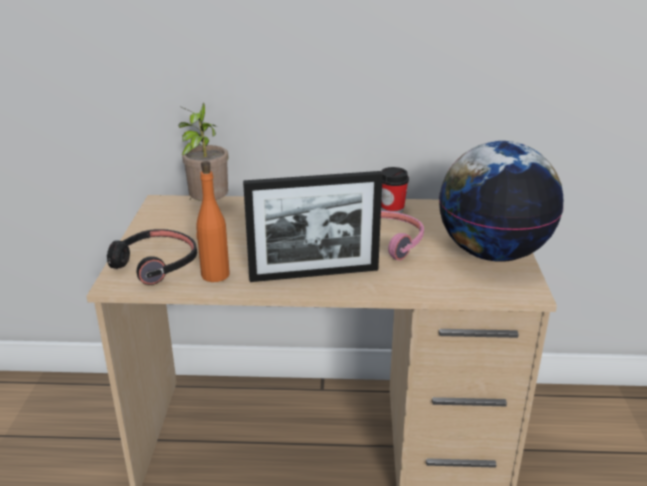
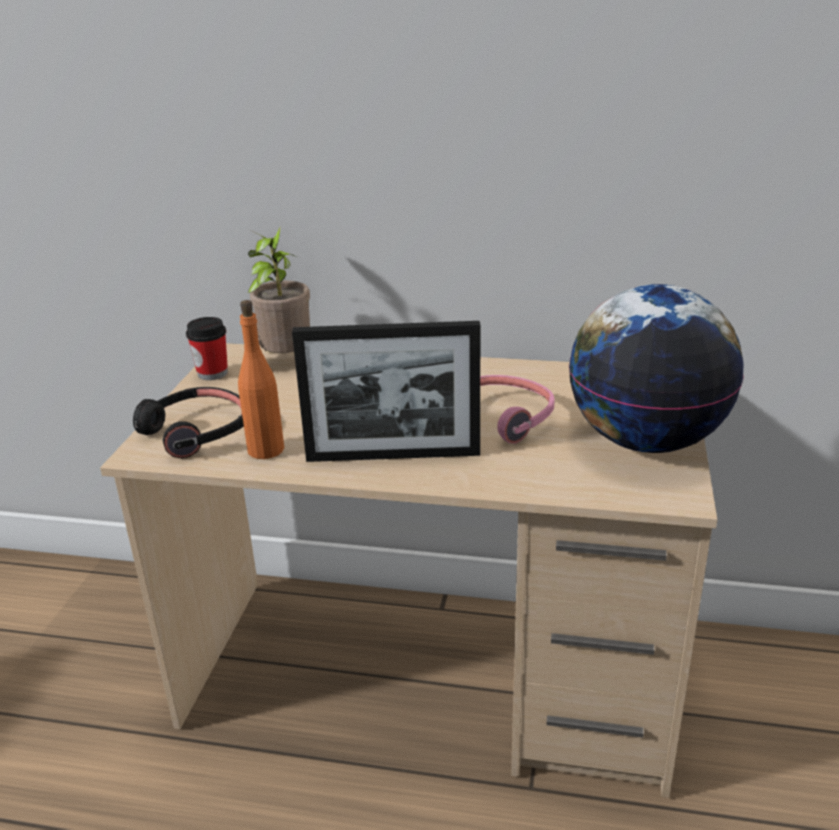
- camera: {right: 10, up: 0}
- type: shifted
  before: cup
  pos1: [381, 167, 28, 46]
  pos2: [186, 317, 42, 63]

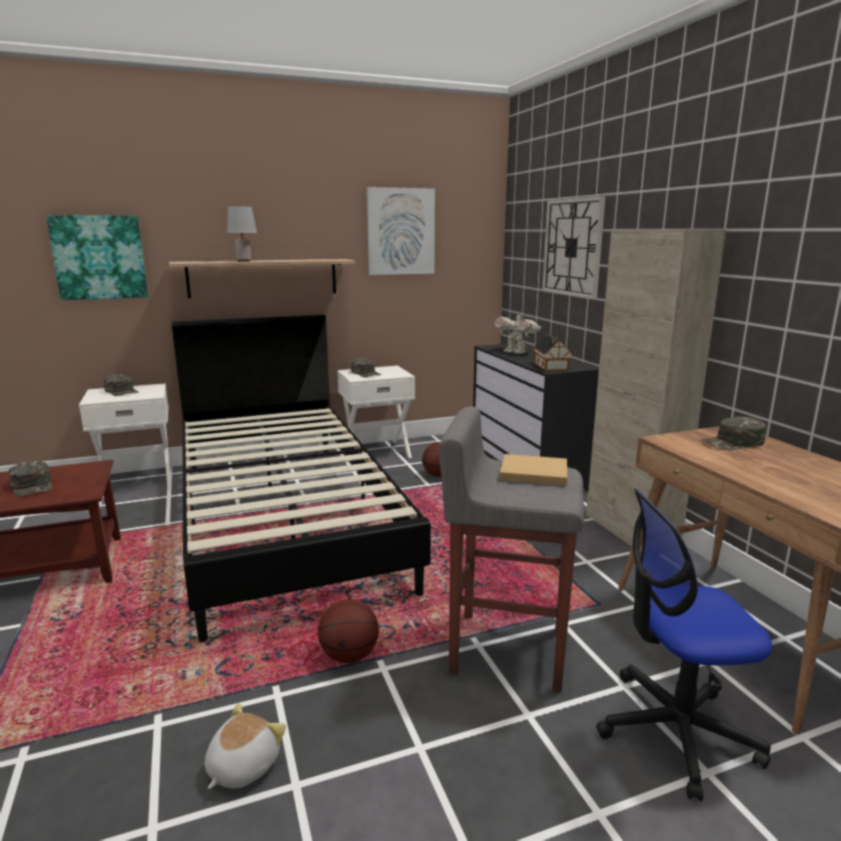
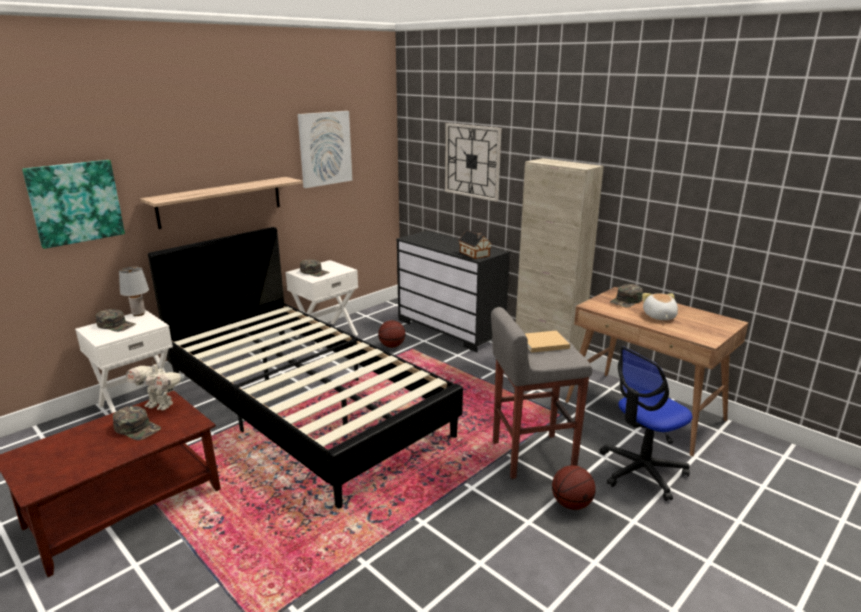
- camera: {right: -25, up: 5}
- type: shifted
  before: gray lamp for a table
  pos1: [227, 207, 30, 55]
  pos2: [119, 267, 30, 49]
- type: shifted
  before: model robot
  pos1: [495, 311, 46, 43]
  pos2: [126, 360, 59, 50]
- type: shifted
  before: ball for basketball
  pos1: [318, 599, 61, 64]
  pos2: [552, 465, 44, 45]
- type: shifted
  before: soft toy
  pos1: [205, 703, 81, 86]
  pos2: [642, 293, 36, 27]

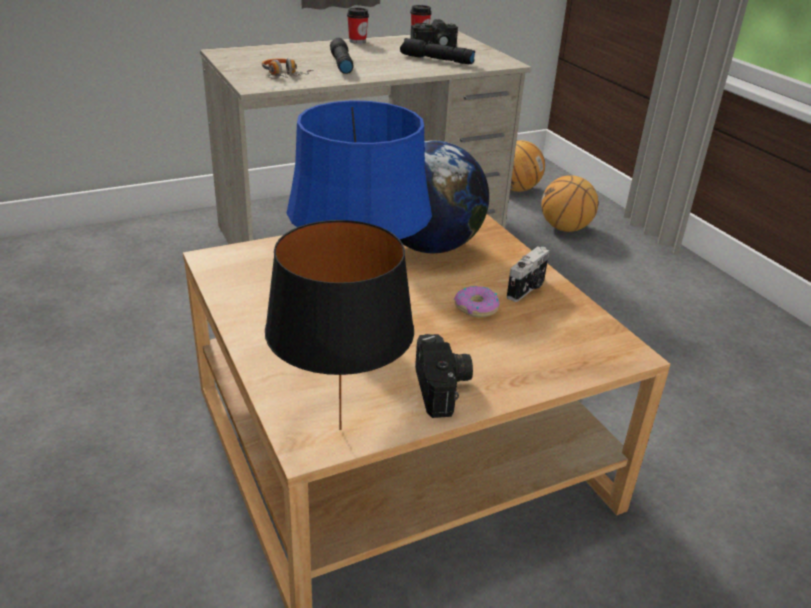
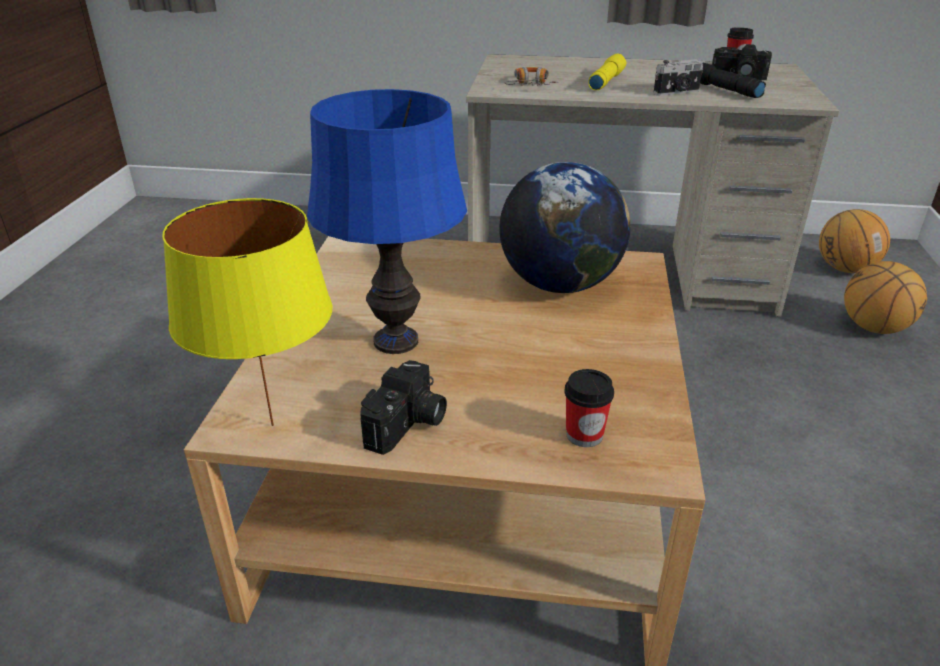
- camera: {right: 35, up: 0}
- type: shifted
  before: cup
  pos1: [347, 8, 22, 36]
  pos2: [564, 369, 50, 78]
- type: repainted
  before: blackish torch
  after: yellow torch
  pos1: [330, 38, 23, 36]
  pos2: [589, 54, 38, 36]
- type: repainted
  before: blackish lamp for a table
  after: yellow lamp for a table
  pos1: [265, 220, 149, 210]
  pos2: [162, 198, 171, 228]
- type: shifted
  before: photo camera
  pos1: [507, 247, 42, 55]
  pos2: [653, 59, 50, 37]
- type: gone
  before: ring doughnut
  pos1: [454, 286, 46, 31]

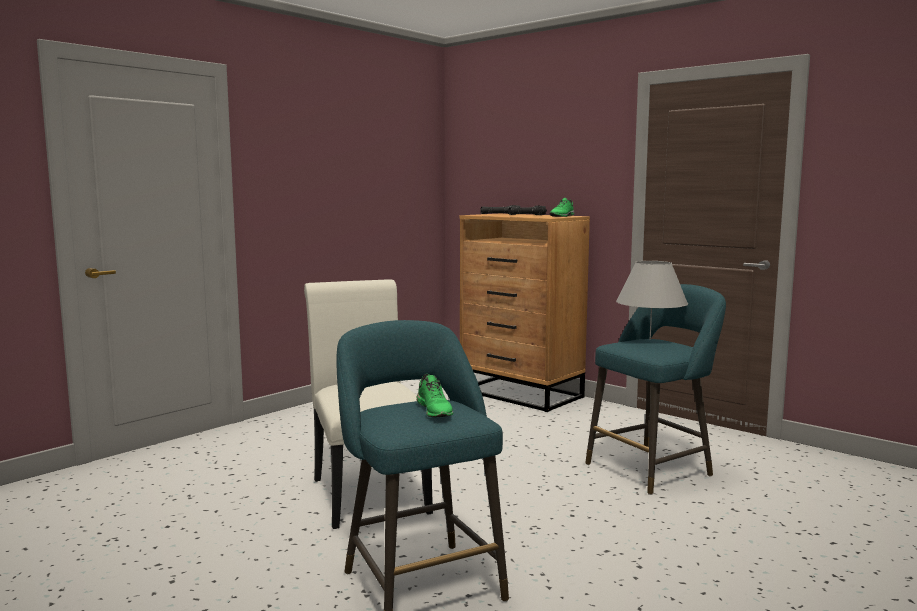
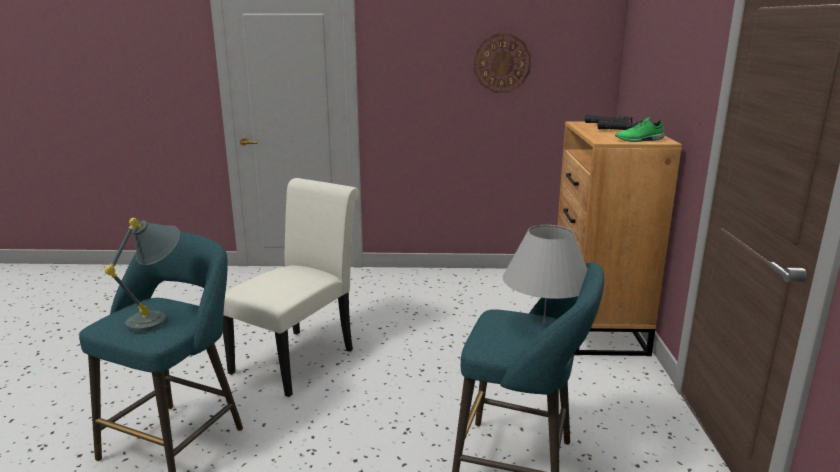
- camera: {right: 50, up: 10}
- type: swapped
  before: greenish low shoe
  after: gray lamp for a table
  pos1: [417, 374, 36, 43]
  pos2: [105, 218, 75, 114]
- type: new
  after: hanging clock
  pos2: [474, 34, 57, 59]

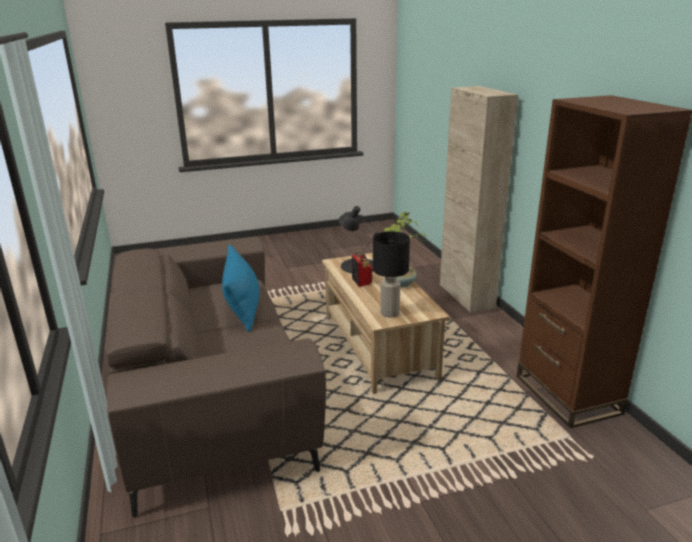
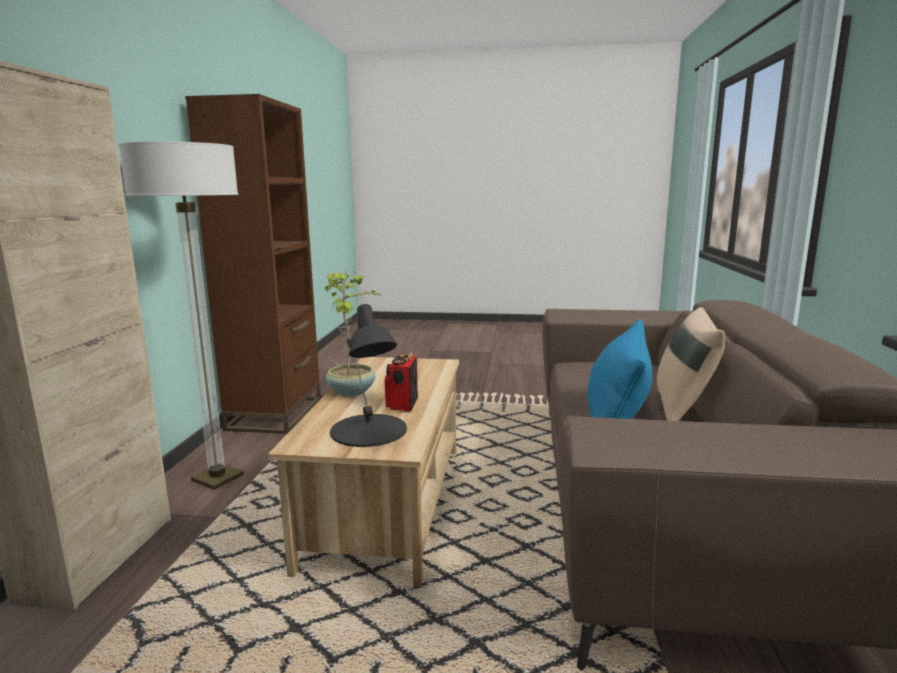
- camera: {right: -155, up: -10}
- type: gone
  before: blackish lamp for a table
  pos1: [373, 231, 37, 86]
- type: new
  after: standing lamp
  pos2: [119, 141, 125, 349]
- type: new
  after: sand-coloured throw pillow
  pos2: [657, 307, 68, 114]

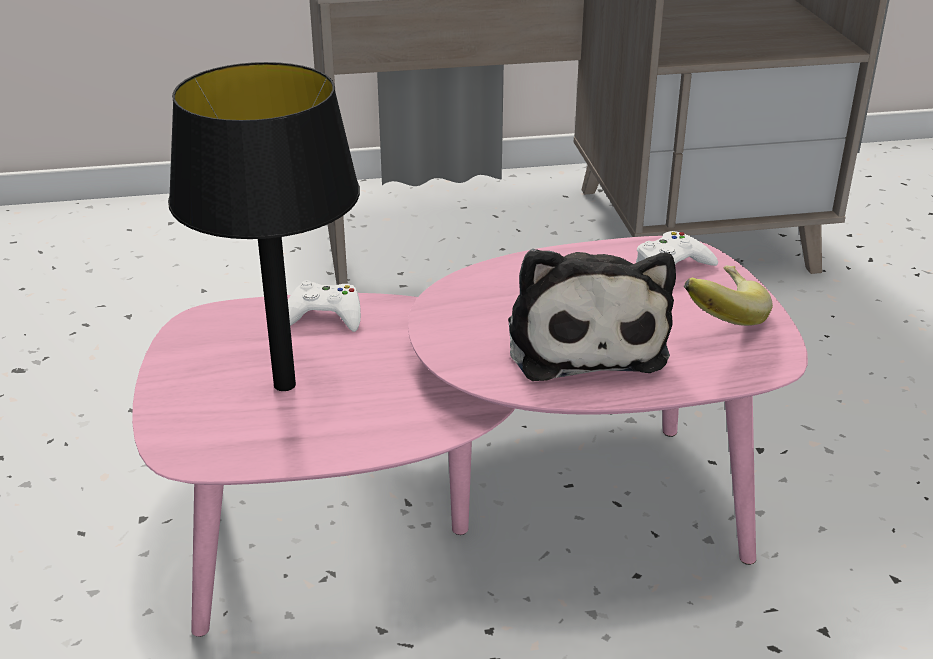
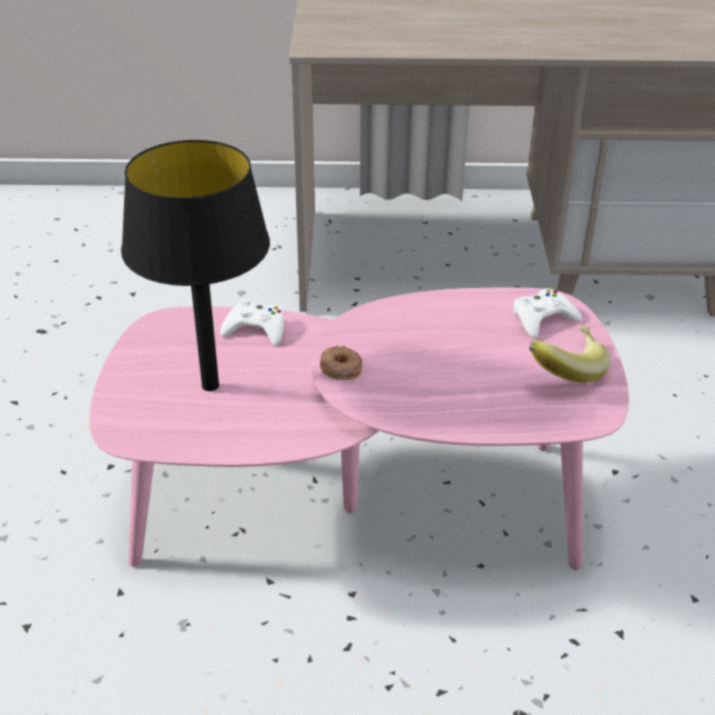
- camera: {right: 10, up: 5}
- type: gone
  before: soft toy
  pos1: [508, 249, 168, 132]
- type: new
  after: ring doughnut
  pos2: [320, 346, 43, 34]

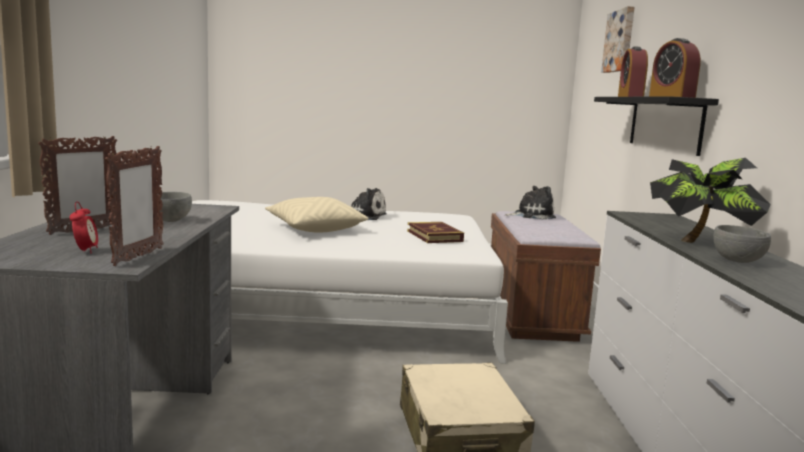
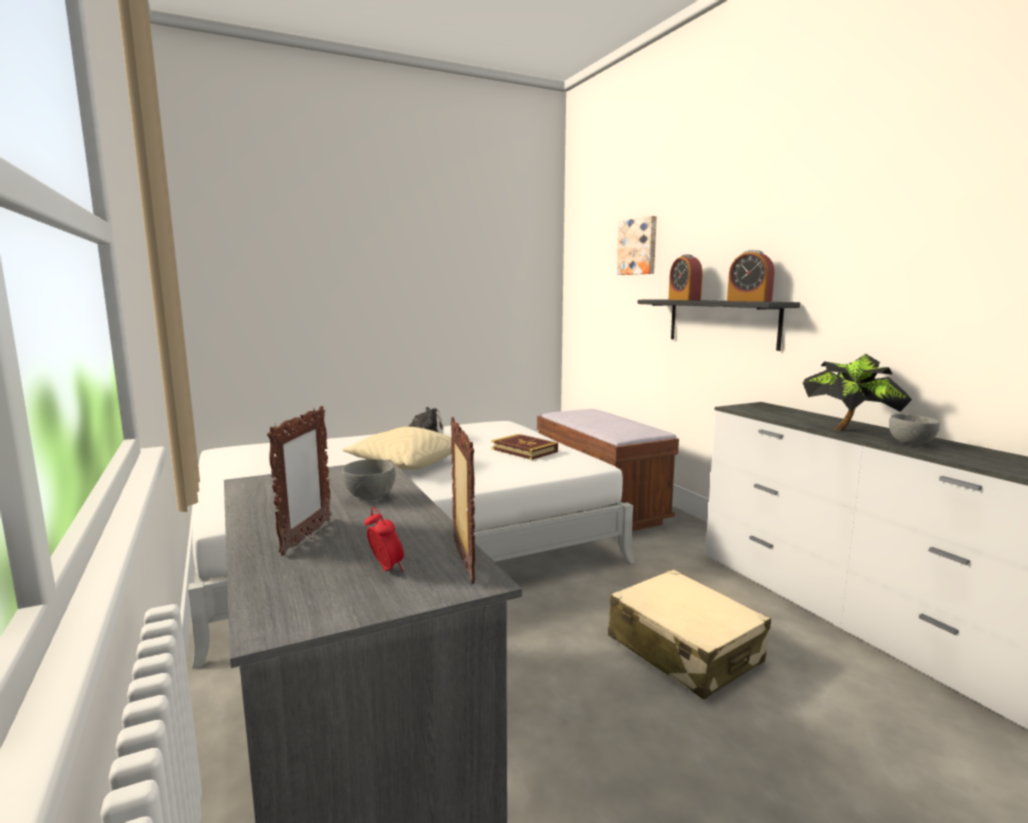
- camera: {right: -25, up: 0}
- type: gone
  before: soft toy
  pos1: [505, 186, 51, 34]

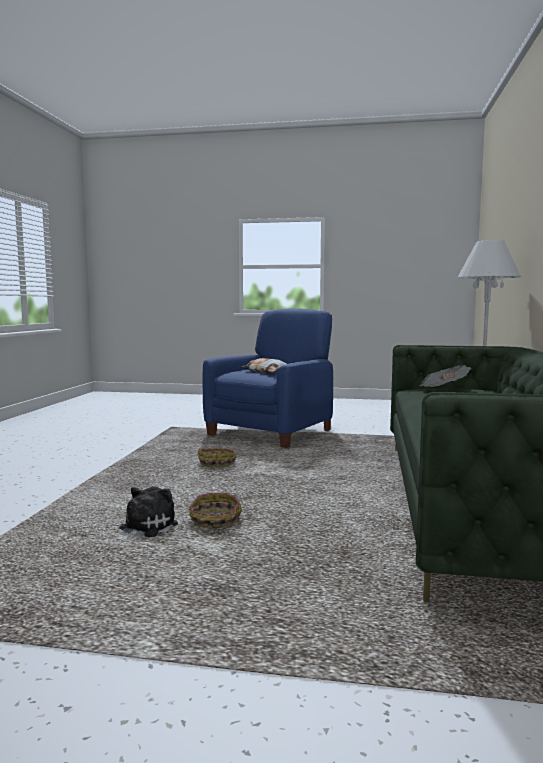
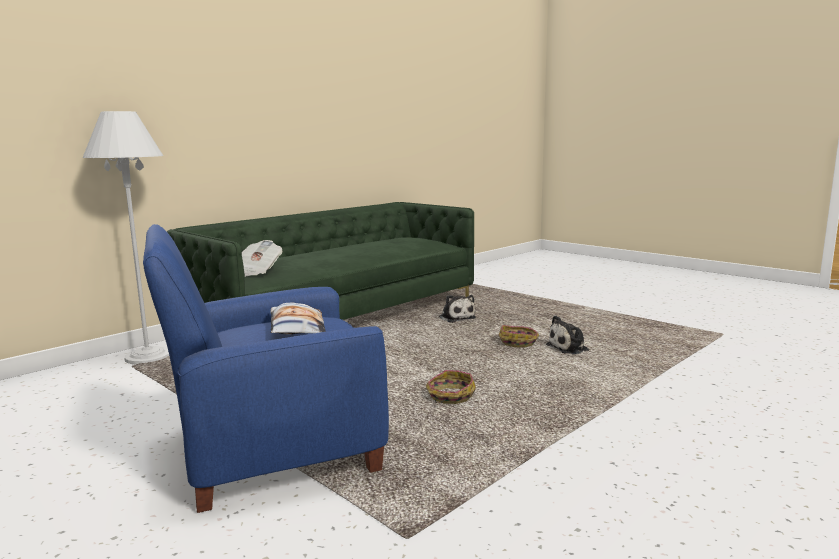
- camera: {right: -145, up: 5}
- type: new
  after: soft toy
  pos2: [439, 295, 37, 28]

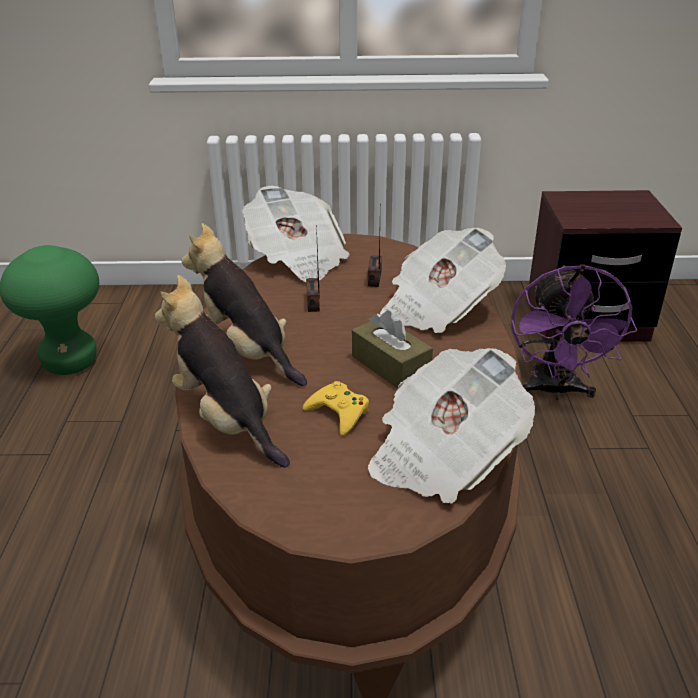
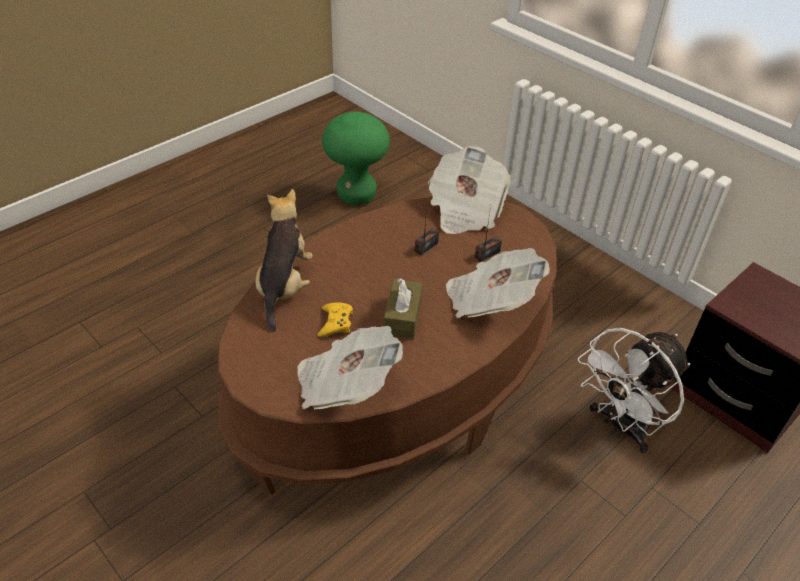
- camera: {right: 45, up: 10}
- type: gone
  before: soft toy
  pos1: [181, 223, 126, 163]
- type: repainted
  before: purplish electric fan
  after: white electric fan
  pos1: [511, 264, 126, 136]
  pos2: [578, 328, 112, 125]

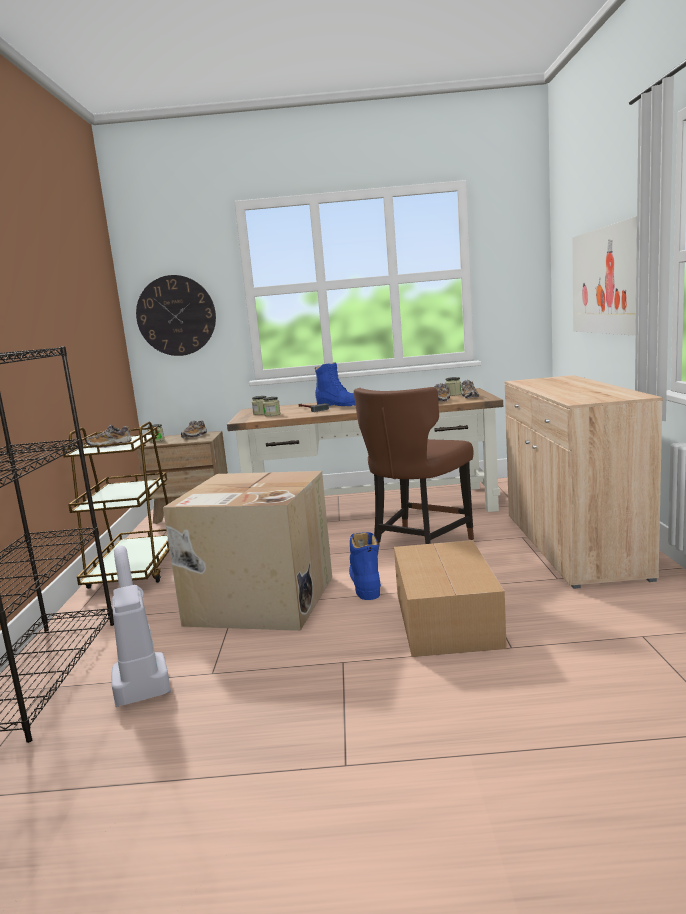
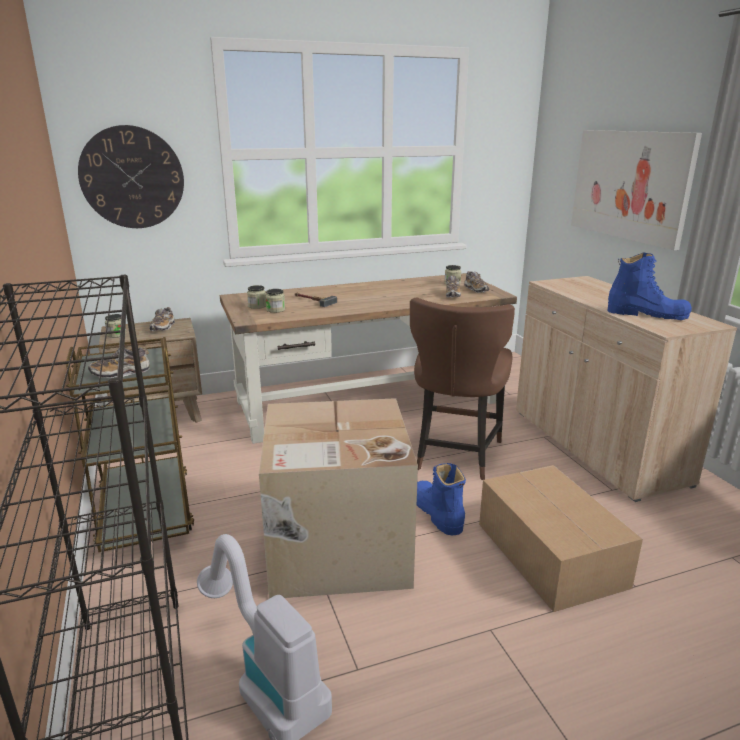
- camera: {right: -20, up: 10}
- type: shifted
  before: blue boot
  pos1: [315, 362, 40, 44]
  pos2: [607, 252, 85, 68]

